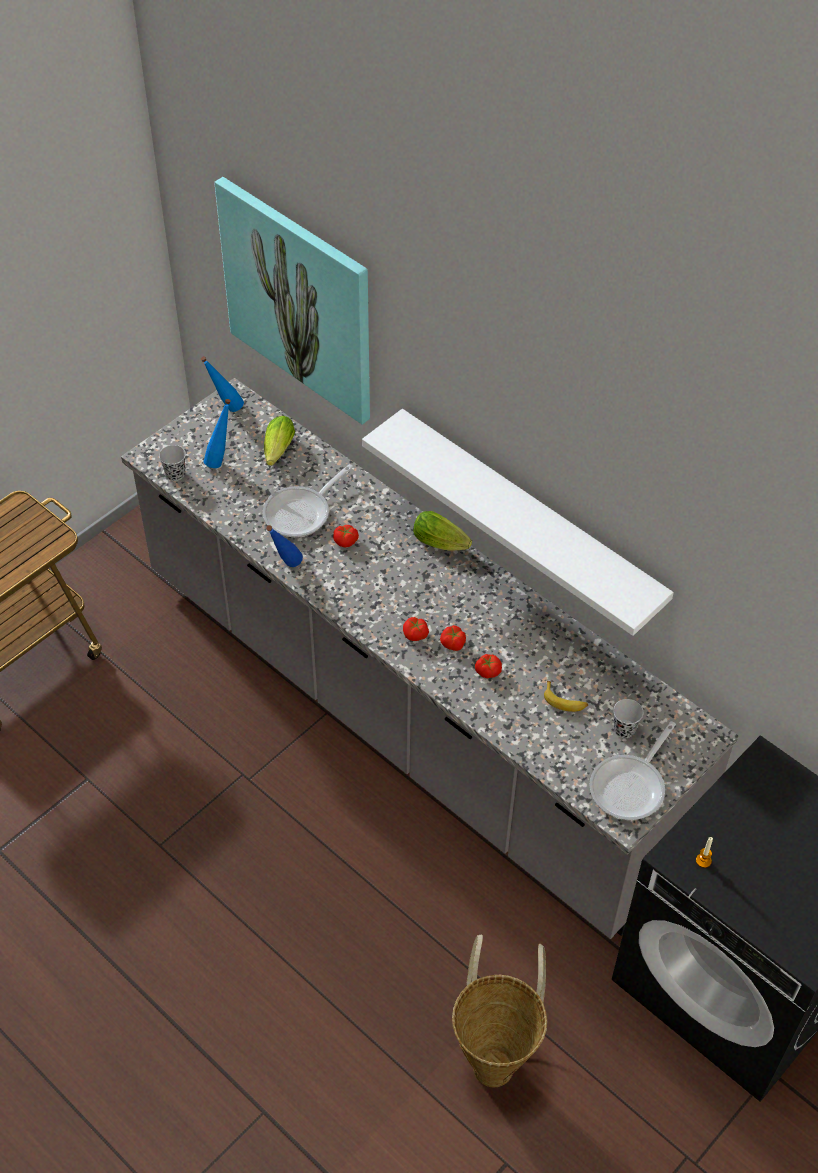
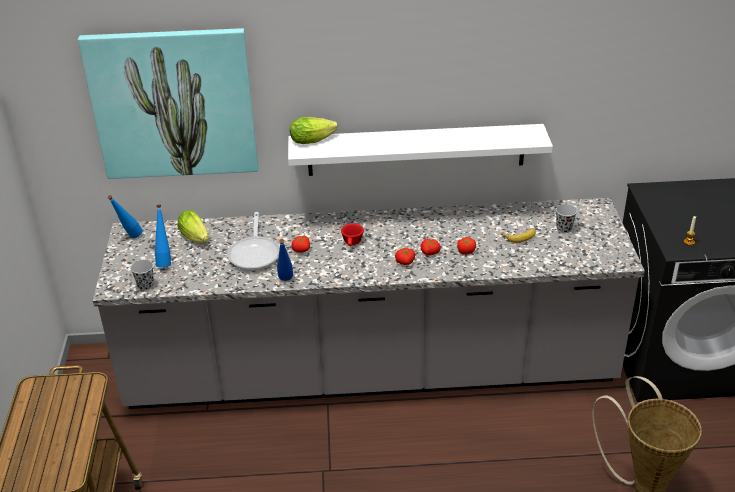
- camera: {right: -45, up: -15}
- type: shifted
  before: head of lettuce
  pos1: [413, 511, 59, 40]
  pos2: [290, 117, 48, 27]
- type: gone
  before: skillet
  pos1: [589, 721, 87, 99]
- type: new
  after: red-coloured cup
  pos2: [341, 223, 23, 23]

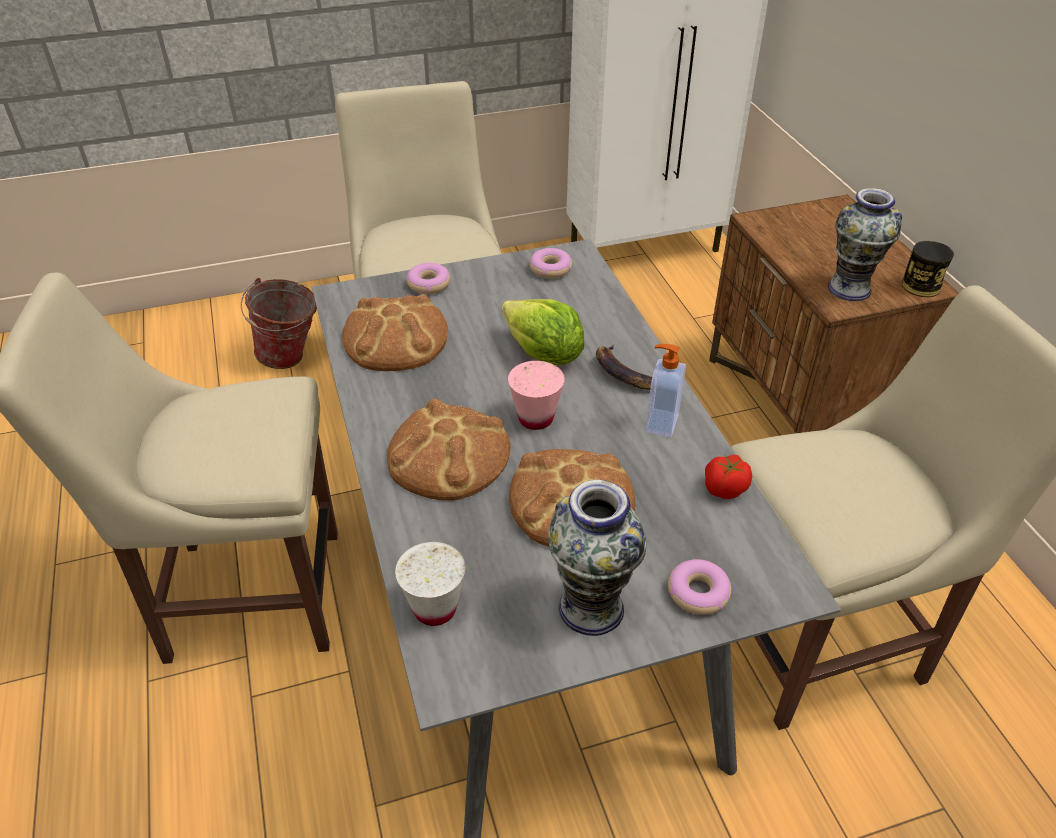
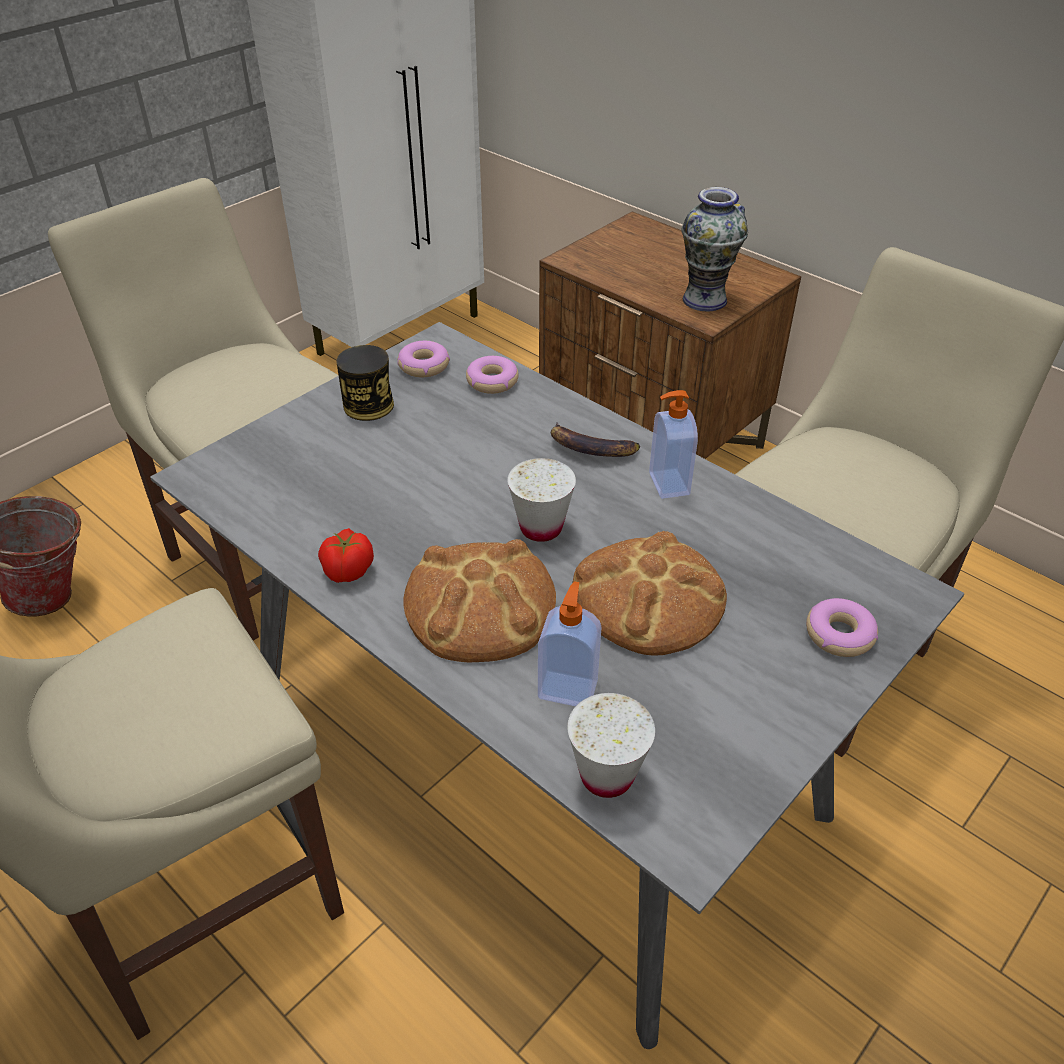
- camera: {right: -30, up: 0}
- type: shifted
  before: sealed can
  pos1: [902, 241, 52, 56]
  pos2: [336, 345, 58, 76]
- type: shifted
  before: ring doughnut
  pos1: [406, 263, 45, 31]
  pos2: [466, 356, 53, 38]
- type: gone
  before: bread
  pos1: [342, 295, 106, 76]
- type: gone
  before: head of lettuce
  pos1: [502, 299, 83, 66]
- type: repainted
  before: pink-coloured cup
  after: white cup
  pos1: [508, 361, 57, 69]
  pos2: [507, 458, 69, 84]
- type: shifted
  before: tomato
  pos1: [705, 454, 47, 45]
  pos2: [318, 528, 56, 55]
- type: gone
  before: flower vase
  pos1: [548, 480, 98, 156]
- type: new
  after: soap bottle
  pos2: [538, 581, 64, 125]

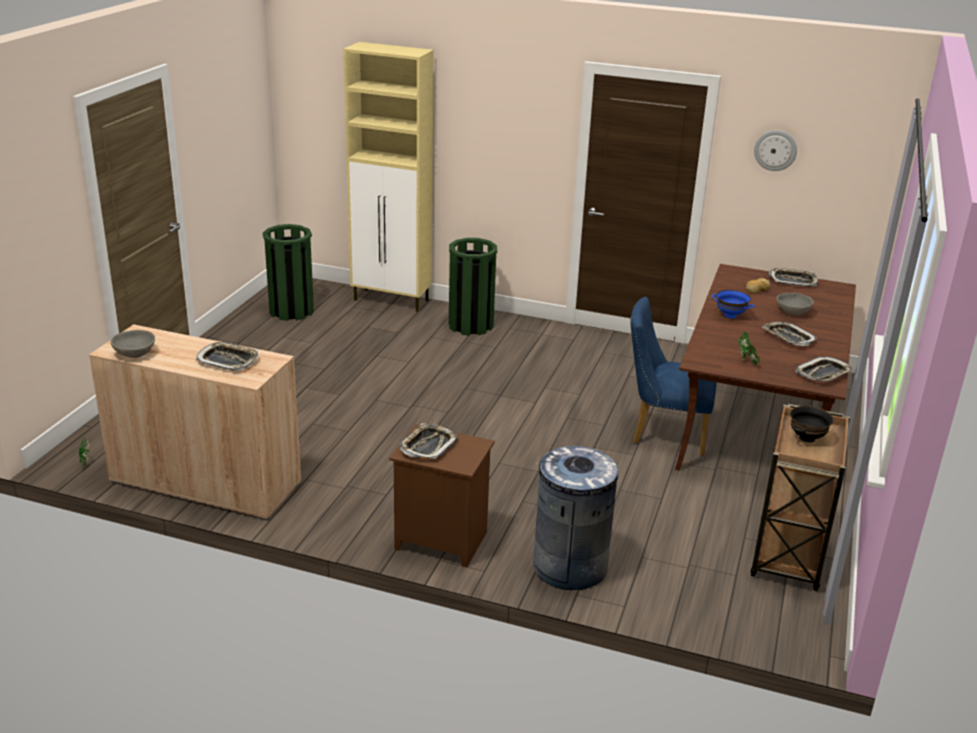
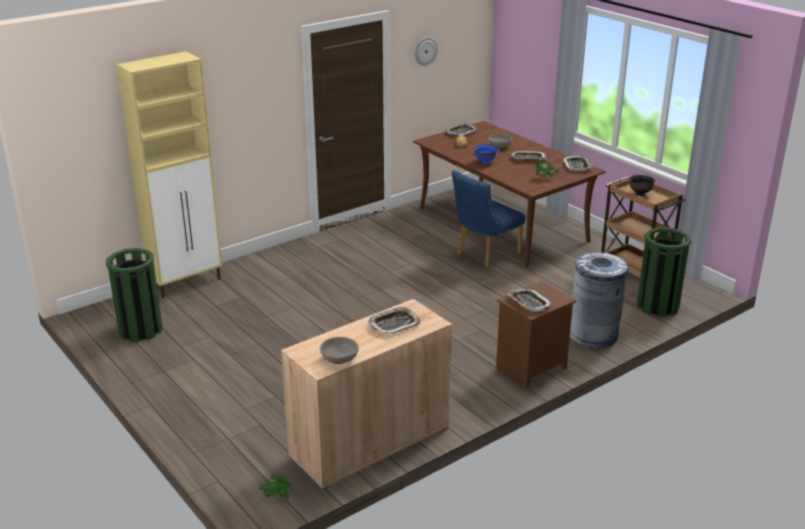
- camera: {right: -55, up: 0}
- type: shifted
  before: greenish waste bin
  pos1: [449, 238, 48, 98]
  pos2: [637, 227, 55, 90]

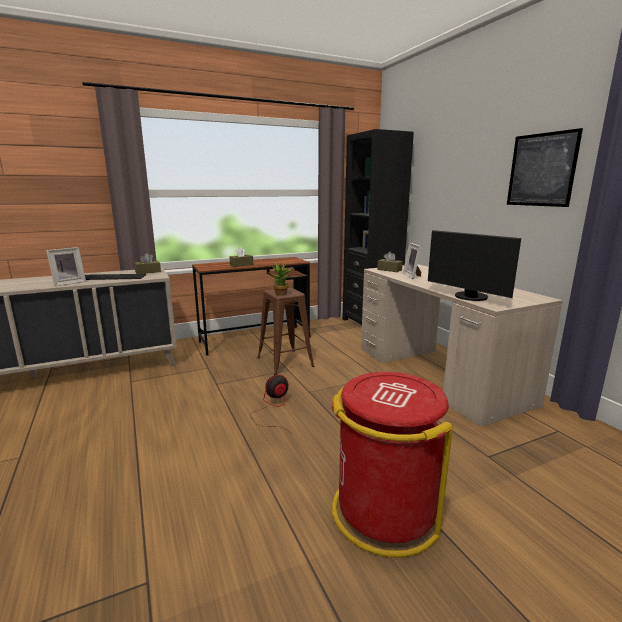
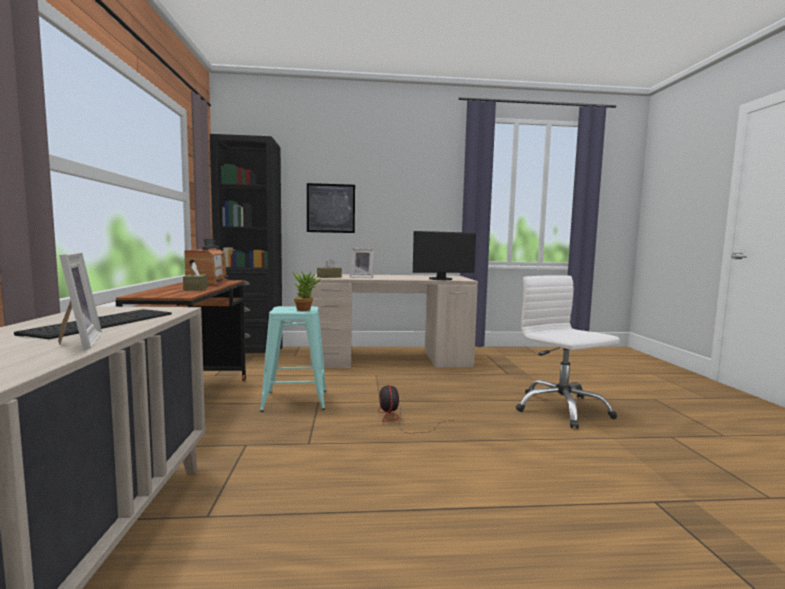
- camera: {right: -70, up: -10}
- type: shifted
  before: wall art
  pos1: [507, 128, 76, 79]
  pos2: [307, 183, 48, 50]
- type: gone
  before: brownish box of tissues
  pos1: [134, 253, 27, 21]
- type: repainted
  before: brownish stool seat
  after: turquoise-coloured stool seat
  pos1: [257, 287, 58, 88]
  pos2: [260, 306, 66, 106]
- type: swapped
  before: red-coloured waste bin
  after: white computer chair
  pos1: [332, 372, 120, 186]
  pos2: [516, 275, 104, 154]
- type: new
  after: radio set
  pos2: [184, 239, 44, 47]

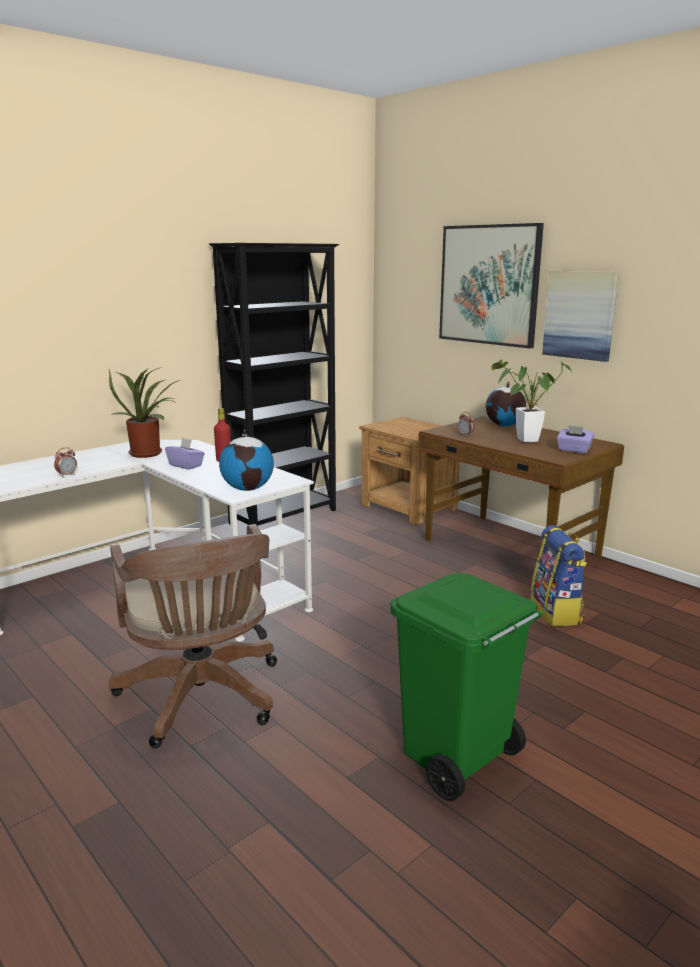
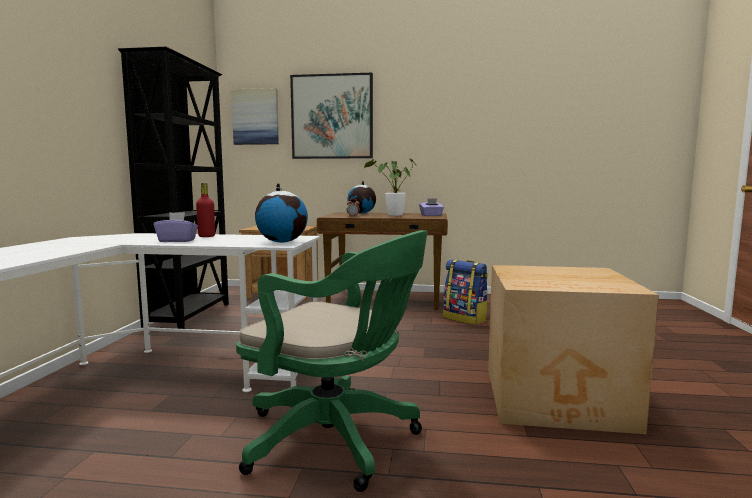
- camera: {right: -40, up: -10}
- type: shifted
  before: wall art
  pos1: [542, 270, 77, 92]
  pos2: [231, 88, 48, 57]
- type: gone
  before: plant in a pot
  pos1: [109, 367, 71, 91]
- type: gone
  before: alarm clock
  pos1: [54, 448, 23, 29]
- type: repainted
  before: brownish computer chair
  after: greenish computer chair
  pos1: [108, 524, 169, 224]
  pos2: [236, 230, 192, 262]
- type: swapped
  before: greenish waste bin
  after: packing box
  pos1: [391, 573, 151, 228]
  pos2: [488, 265, 171, 169]

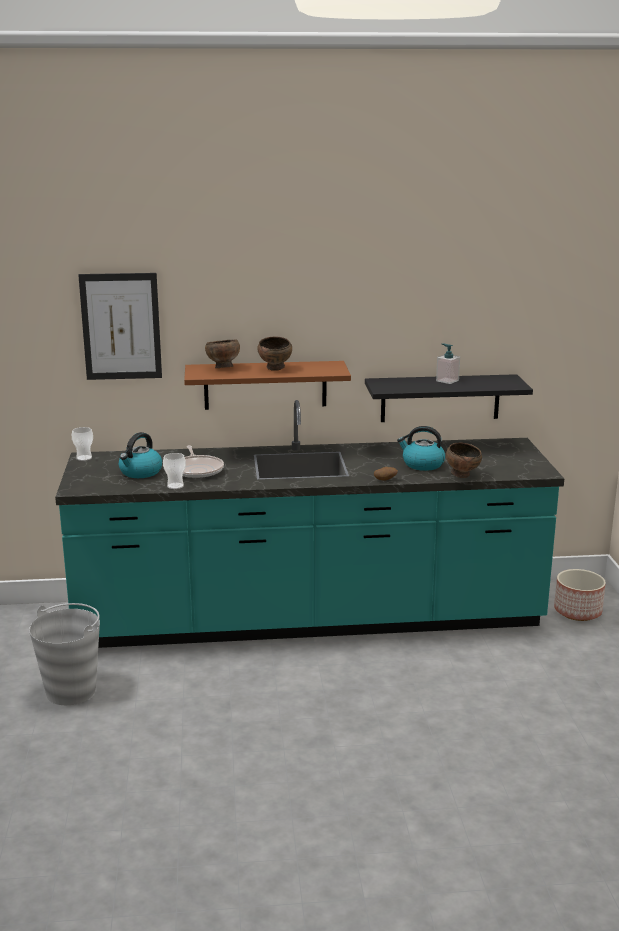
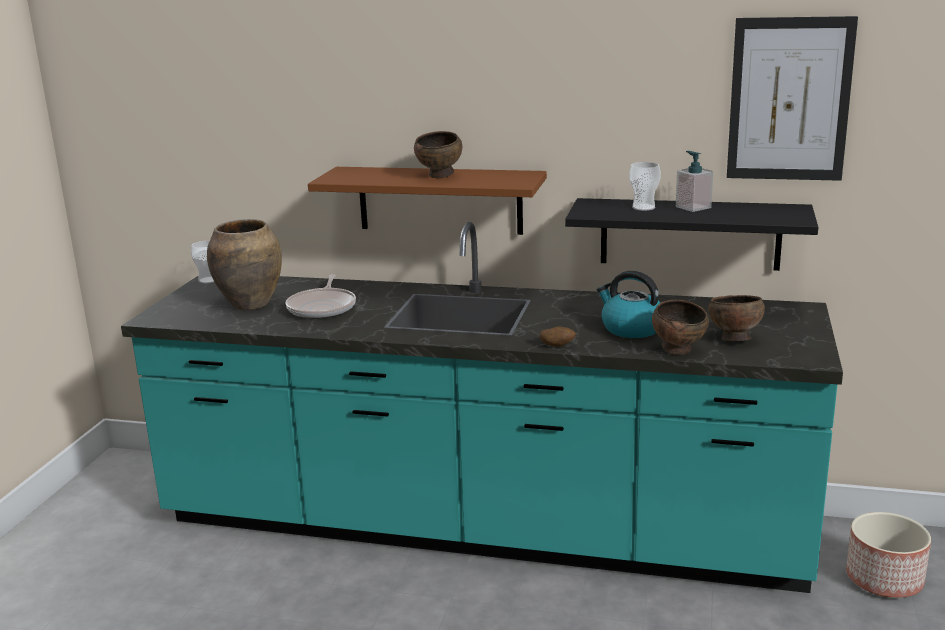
- camera: {right: 20, up: 0}
- type: shifted
  before: wall art
  pos1: [78, 273, 84, 107]
  pos2: [727, 16, 131, 165]
- type: shifted
  before: brownish serving bowl
  pos1: [205, 340, 35, 28]
  pos2: [708, 295, 57, 46]
- type: swapped
  before: kettle
  after: brownish flower vase
  pos1: [119, 432, 43, 46]
  pos2: [207, 219, 75, 91]
- type: shifted
  before: cup
  pos1: [163, 453, 23, 36]
  pos2: [629, 162, 32, 49]
- type: gone
  before: gray water bucket
  pos1: [29, 603, 71, 102]

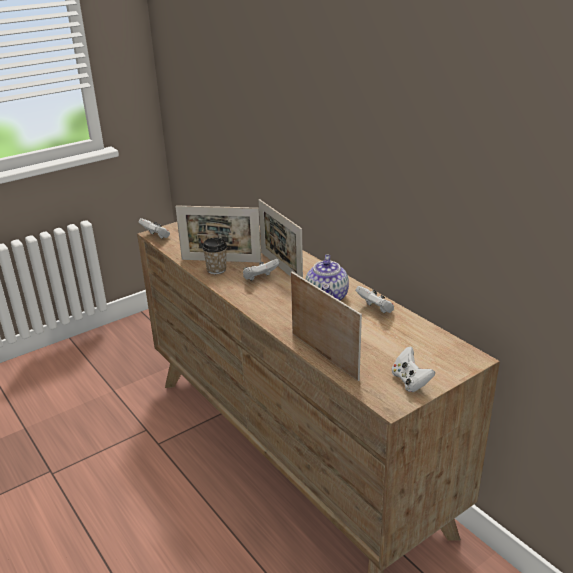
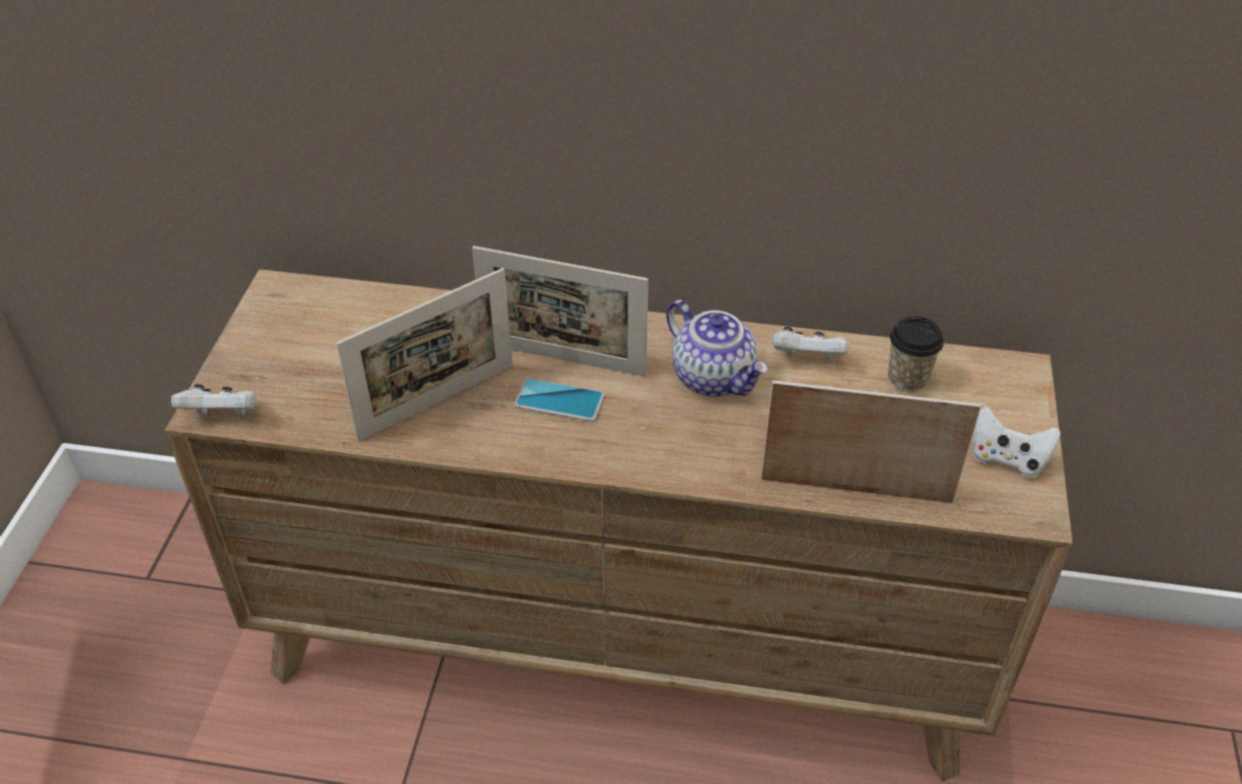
- camera: {right: -45, up: 15}
- type: shifted
  before: cup
  pos1: [202, 238, 25, 36]
  pos2: [888, 316, 56, 77]
- type: swapped
  before: white game controller
  after: telephone
  pos1: [243, 259, 37, 22]
  pos2: [515, 378, 89, 43]

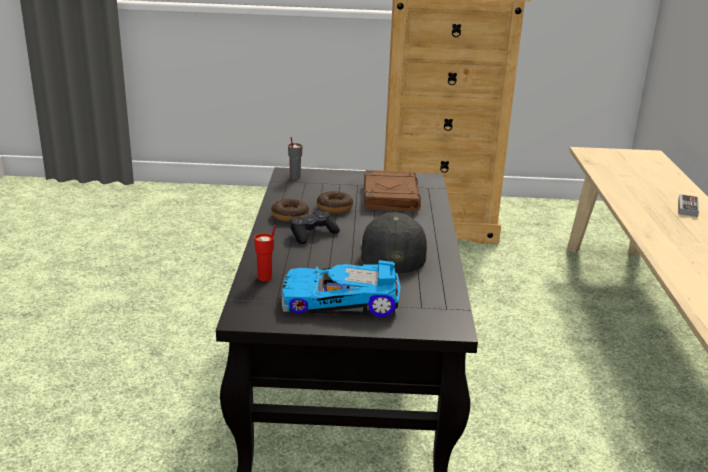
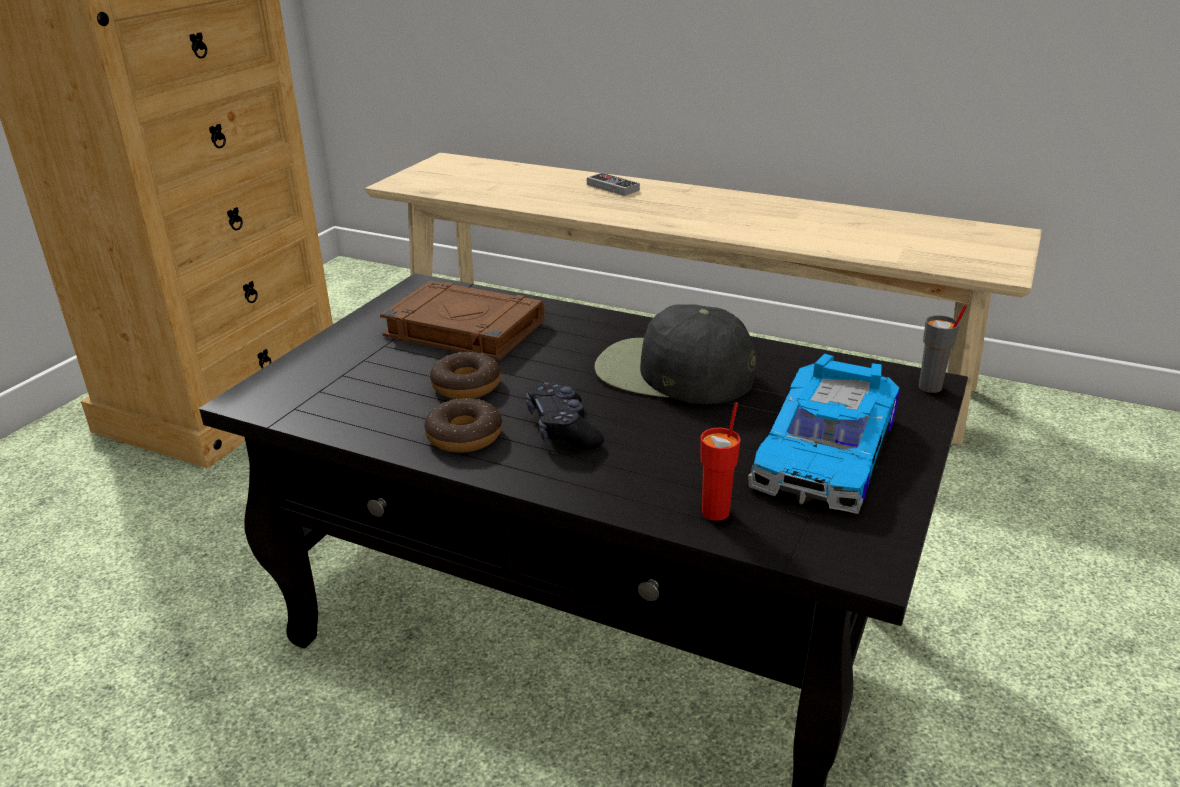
- camera: {right: -65, up: 5}
- type: shifted
  before: gray cup
  pos1: [288, 137, 15, 43]
  pos2: [918, 305, 49, 88]

